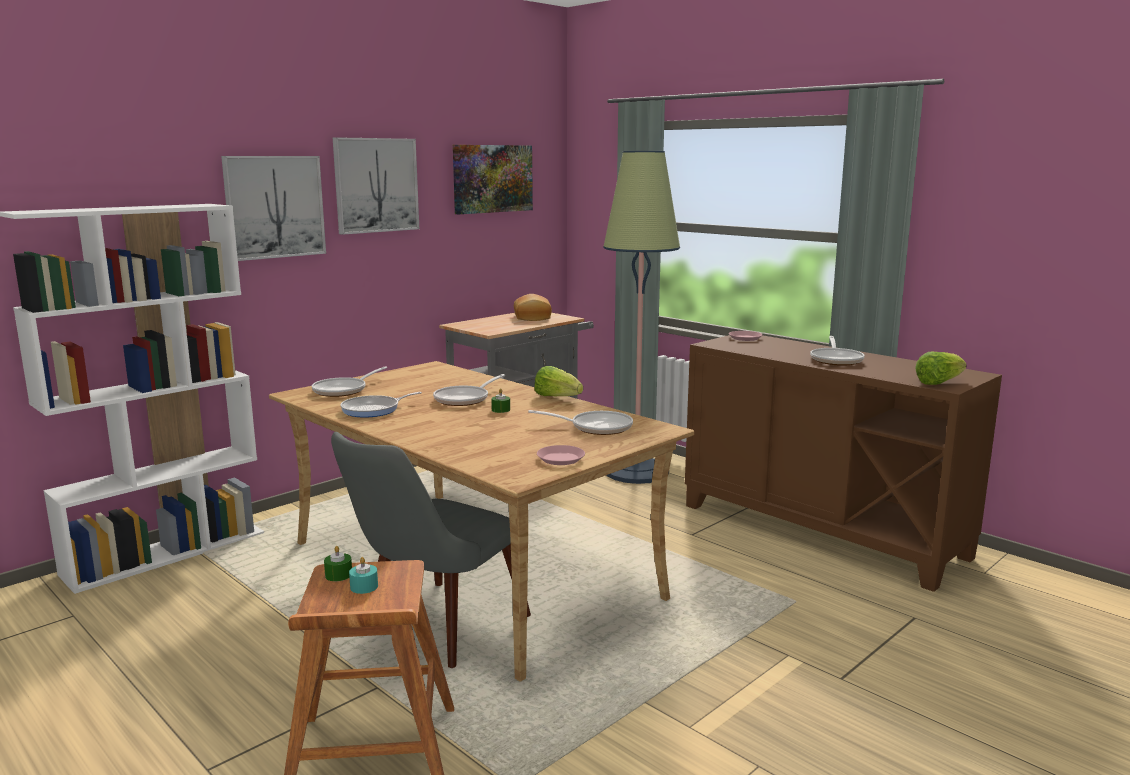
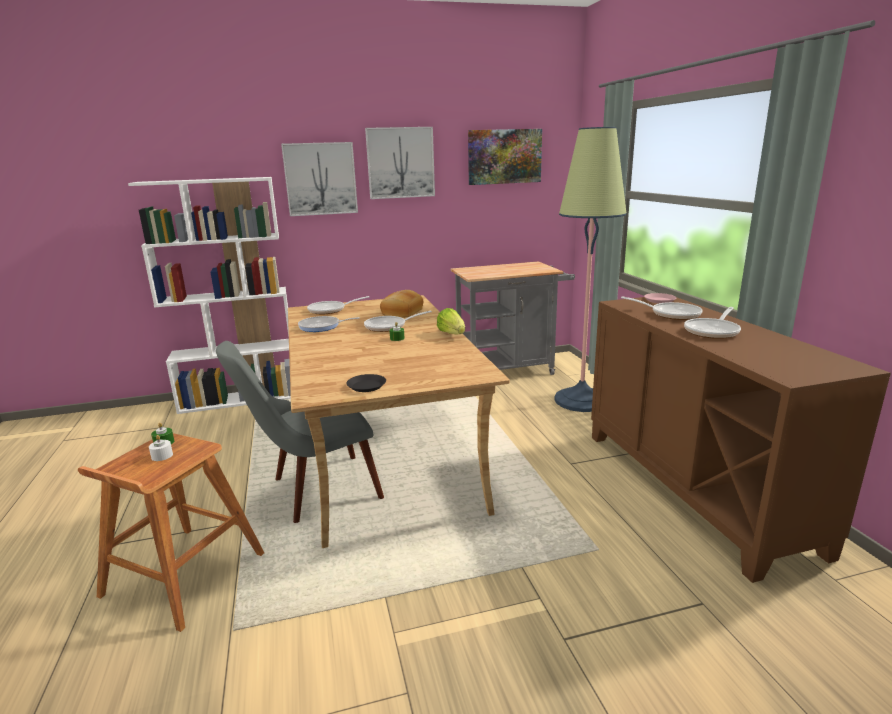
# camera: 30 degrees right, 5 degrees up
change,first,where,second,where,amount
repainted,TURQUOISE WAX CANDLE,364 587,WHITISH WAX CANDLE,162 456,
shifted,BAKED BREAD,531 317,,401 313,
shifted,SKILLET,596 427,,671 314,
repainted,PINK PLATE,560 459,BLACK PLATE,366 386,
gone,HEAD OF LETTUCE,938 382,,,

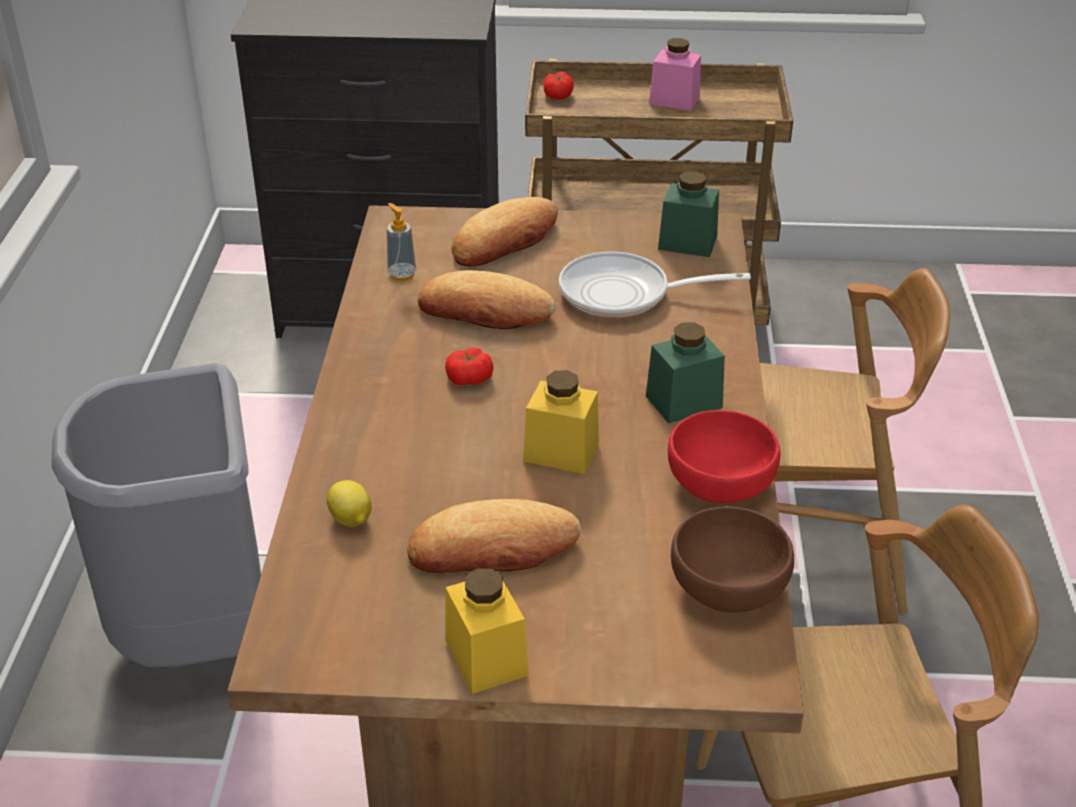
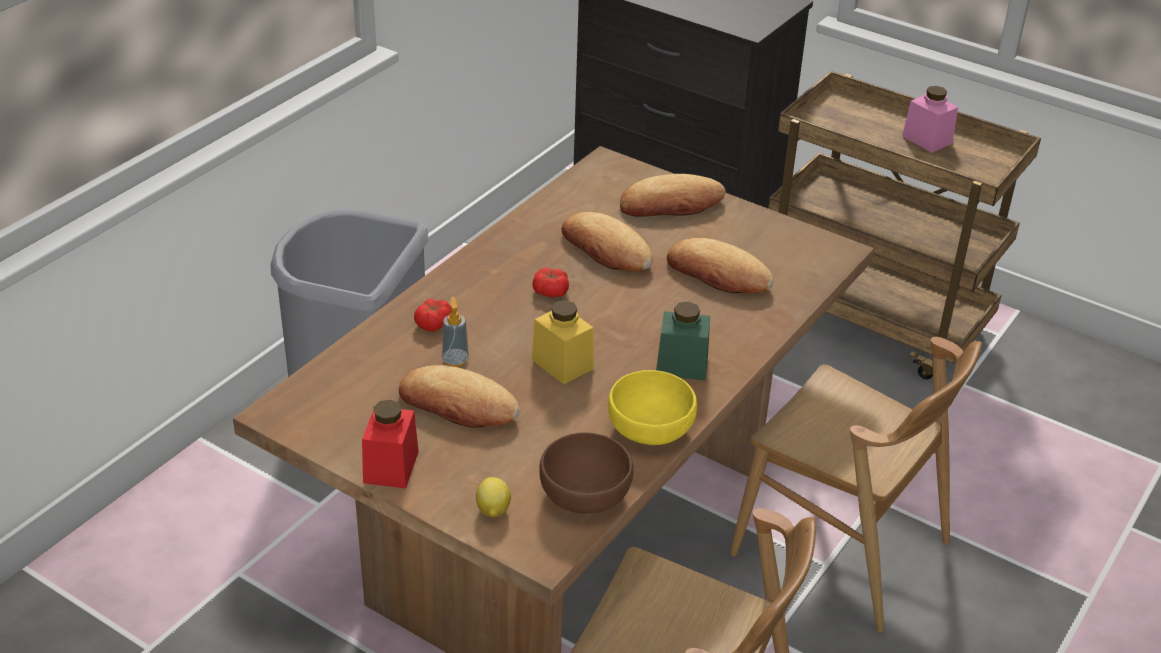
# camera: 30 degrees right, 0 degrees up
change,first,where,second,where,amount
shifted,CITRUS FRUIT,351 520,,492 510,
shifted,SOAP DISPENSER,402 274,,455 360,
repainted,YELLOW-COLOURED STORAGE JAR,486 658,RED-COLOURED STORAGE JAR,391 467,
shifted,WHOLE TOMATO,558 94,,434 323,
swapped,SKILLET,624 294,BAKED BREAD,718 274,
gone,GREEN STORAGE JAR,687 243,,,
repainted,RED-COLOURED BOWL,719 481,YELLOW-COLOURED BOWL,650 427,

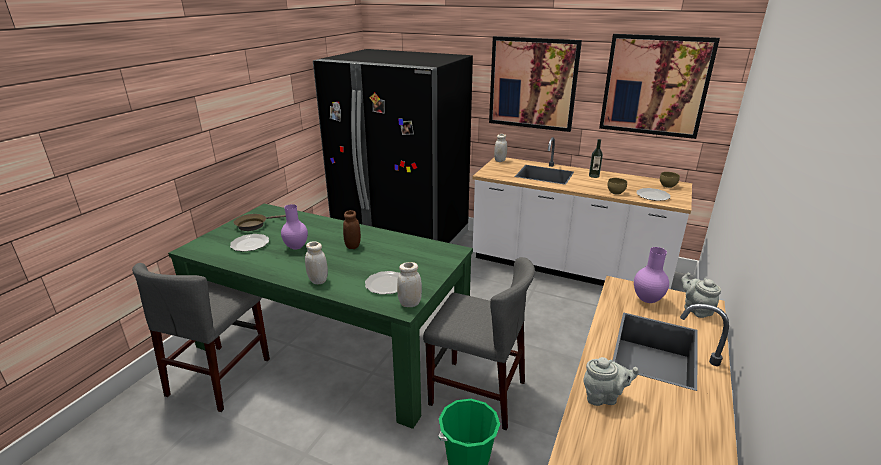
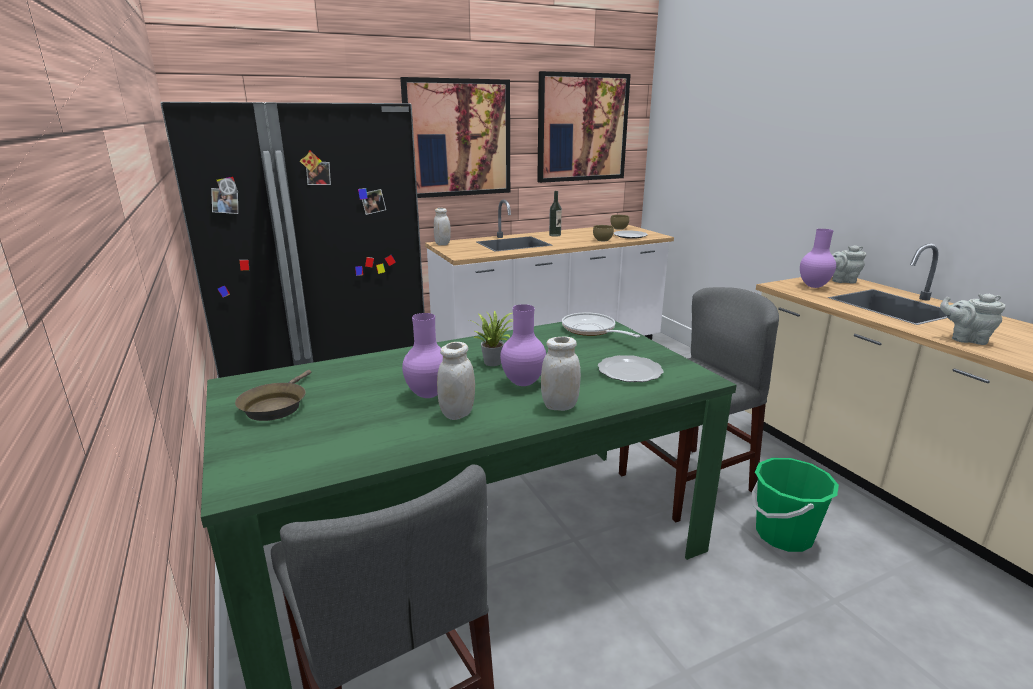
# camera: 50 degrees left, 5 degrees down
change,first,where,second,where,amount
gone,PLATE,250 244,,,
swapped,BROWN STORAGE JAR,353 246,HOUSEPLANT,493 361,
shifted,WHITISH STORAGE JAR,410 303,,457 413,
rotated,GREYISH POT FOR TEA,604 397,,965 339,105 degrees counterclockwise
new,,,PURPLISH FLOWER VASE,522 384,
new,,,SKILLET,591 330,

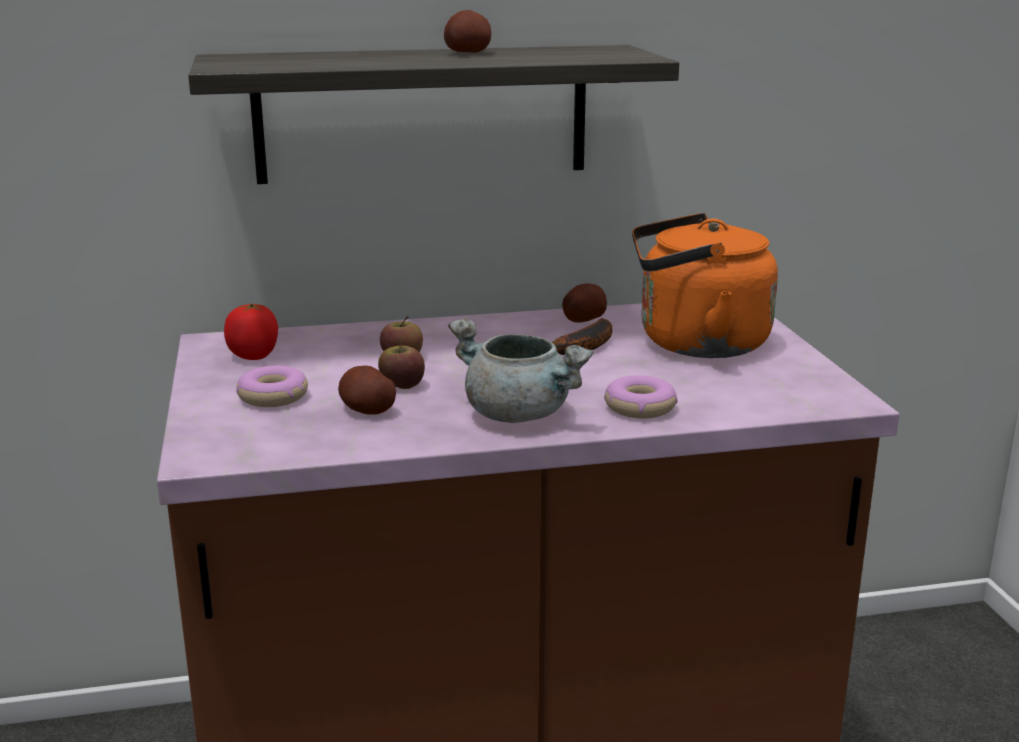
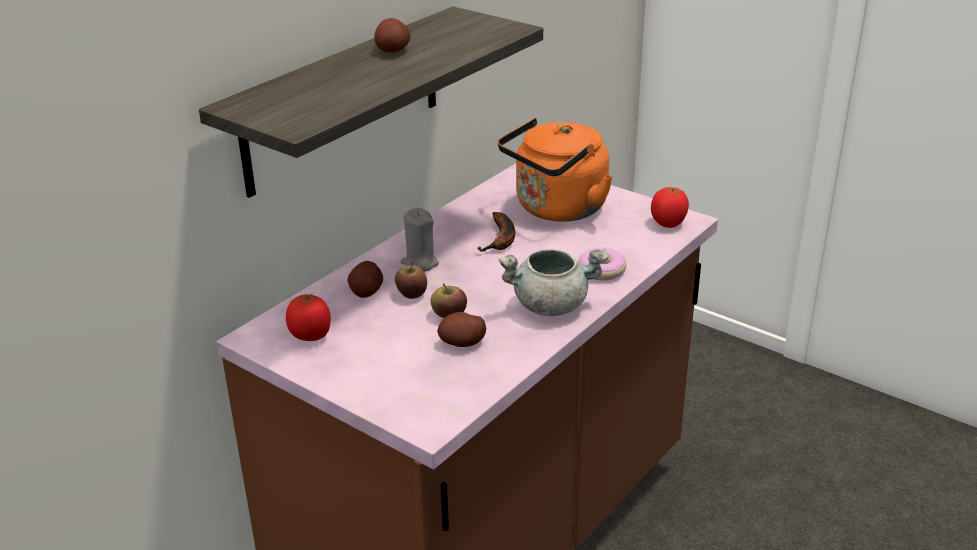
# camera: 40 degrees left, 10 degrees up
change,first,where,second,where,amount
gone,RING DOUGHNUT,273 397,,,
shifted,SPUD,583 319,,366 291,
new,,,GREYISH WAX CANDLE,419 263,
new,,,WHOLE TOMATO,668 223,

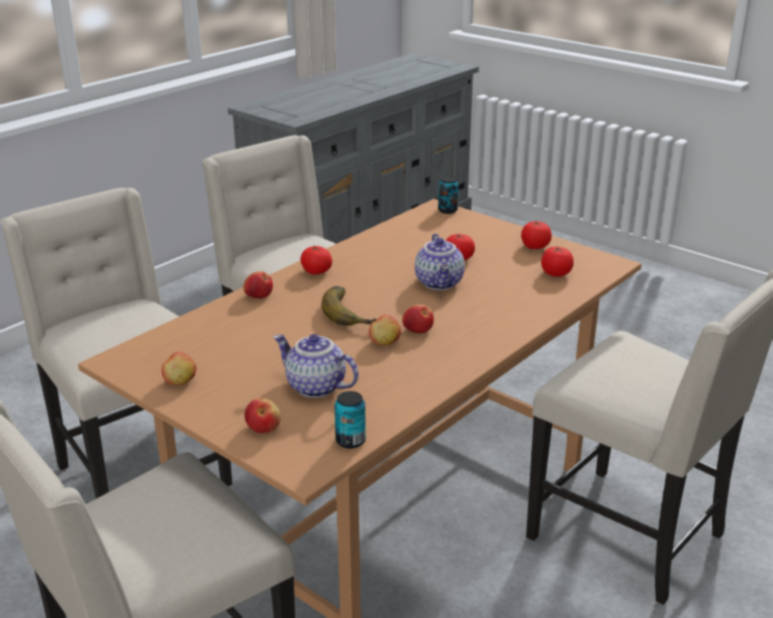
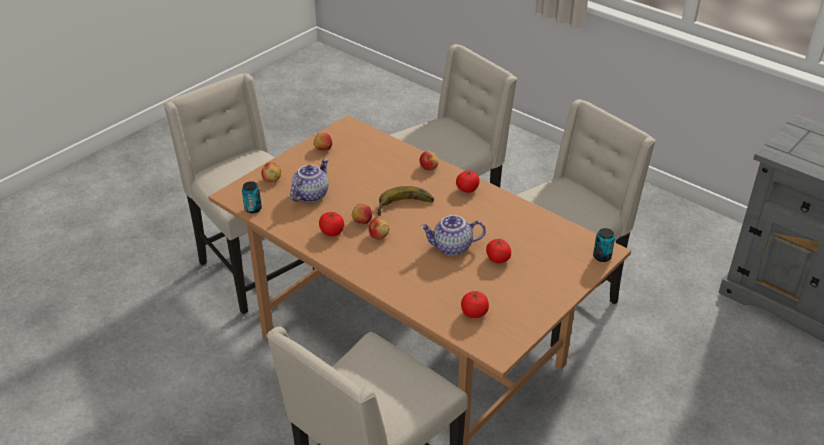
# camera: 90 degrees right, 10 degrees up
change,first,where,second,where,amount
shifted,WHOLE TOMATO,535 247,,332 232,

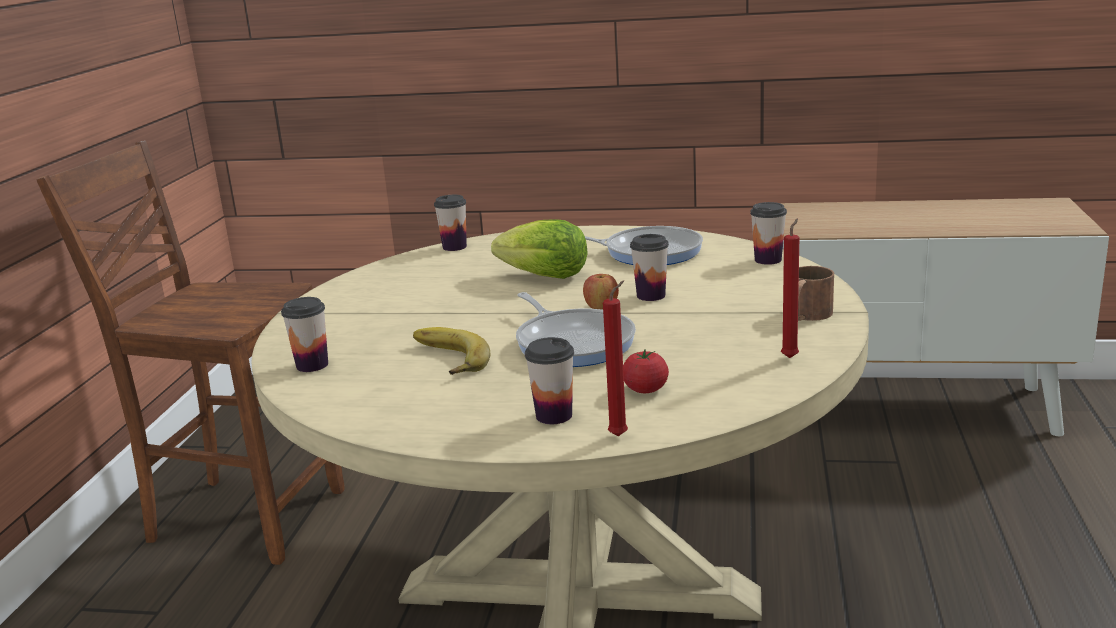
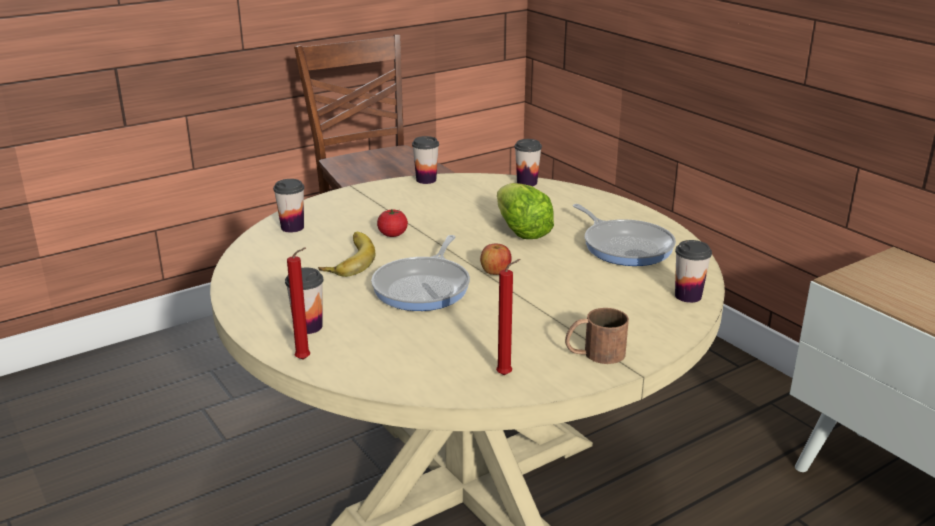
# camera: 45 degrees right, 5 degrees up
change,first,where,second,where,amount
shifted,WHOLE TOMATO,645 389,,392 234,
shifted,CUP,651 296,,426 180,

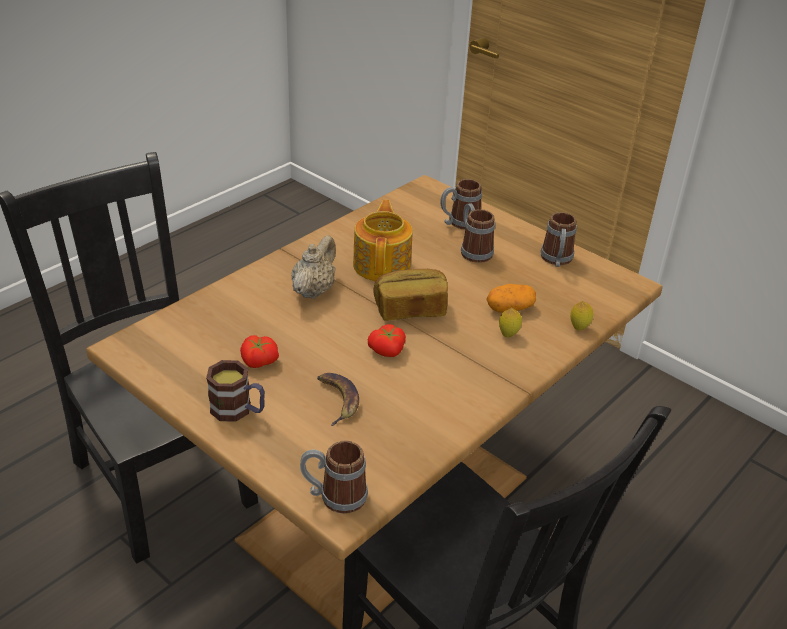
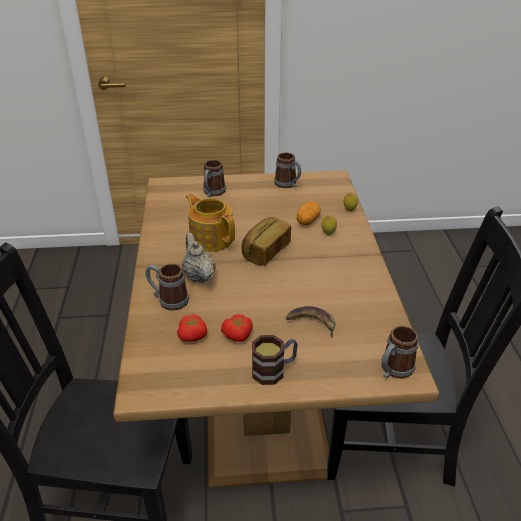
# camera: 45 degrees left, 0 degrees up
change,first,where,second,where,amount
shifted,WHOLE TOMATO,387 351,,193 336,
shifted,COFFEE MUG,473 250,,168 300,

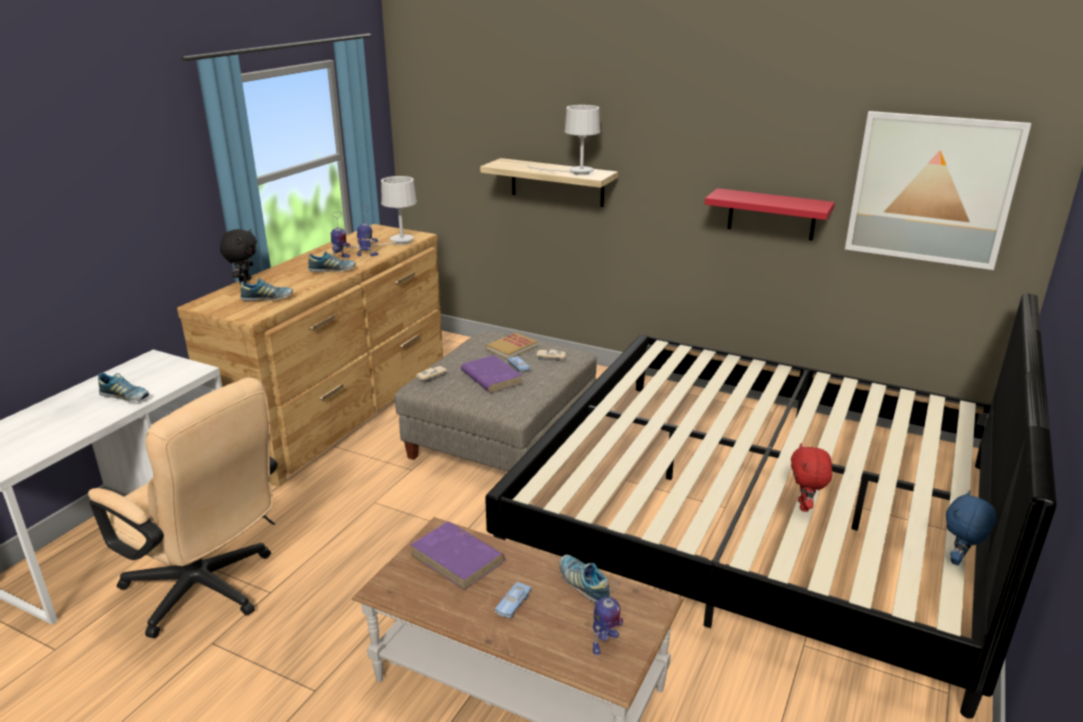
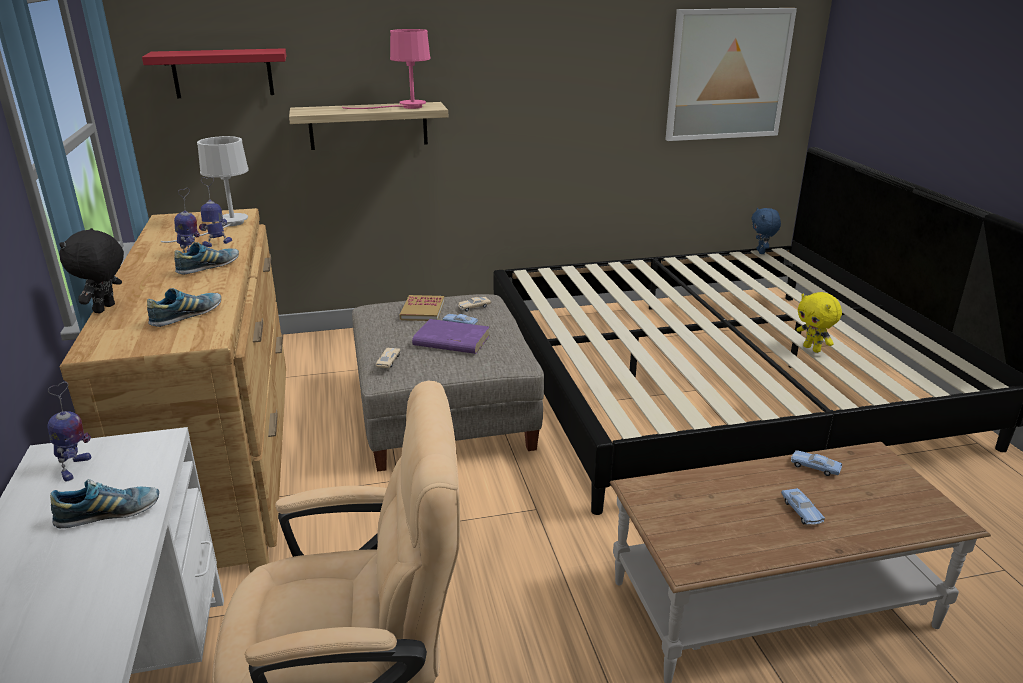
# camera: 40 degrees left, 0 degrees up
change,first,where,second,where,amount
rotated,BLACK CUDDLY TOY,244 281,,105 309,135 degrees counterclockwise
gone,PURPLISH VOLUME,458 558,,,
repainted,WHITISH TABLETOP LAMP,574 173,PINK TABLETOP LAMP,405 107,
swapped,ITEM OF FOOTWEAR,583 584,BLUE TOY CAR,814 467,
shifted,MODEL ROBOT,604 643,,75 468,
shifted,RED-COLOURED BRACKET SHELF,771 214,,222 73,
repainted,RED-COLOURED CUDDLY TOY,805 506,YELLOW-COLOURED CUDDLY TOY,812 349,
shifted,BLUE CUDDLY TOY,959 560,,761 252,

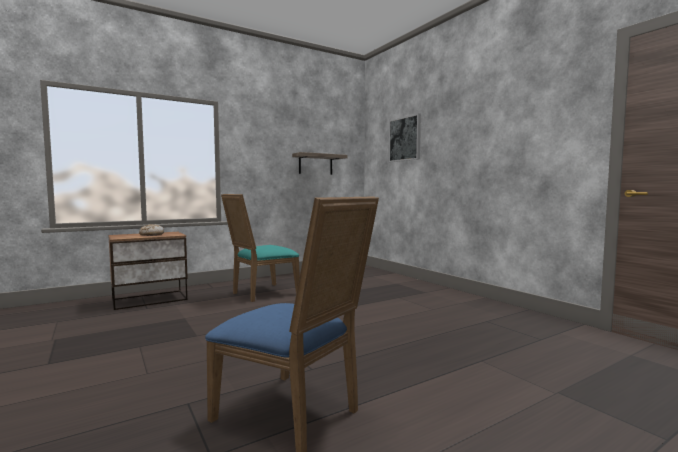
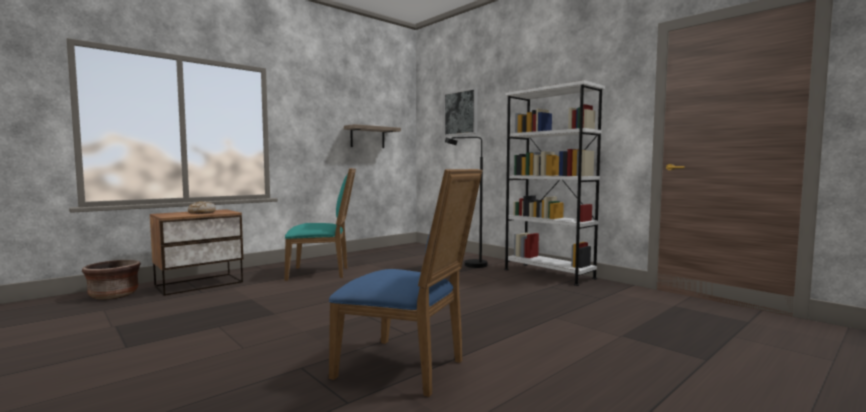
# camera: 10 degrees left, 0 degrees up
change,first,where,second,where,amount
rotated,TURQUOISE UPRIGHT CHAIR,262 293,,322 273,135 degrees counterclockwise
new,,,BROWN PLANT POT,113 295,
new,,,BLACK STANDARD LAMP,469 265,
new,,,WHITISH BOOKSHELF,548 274,

